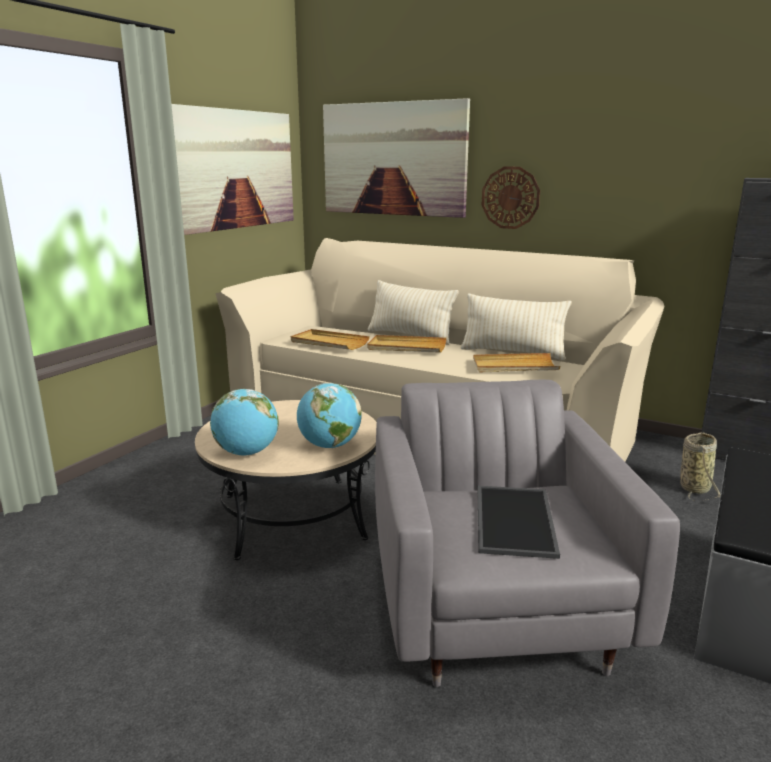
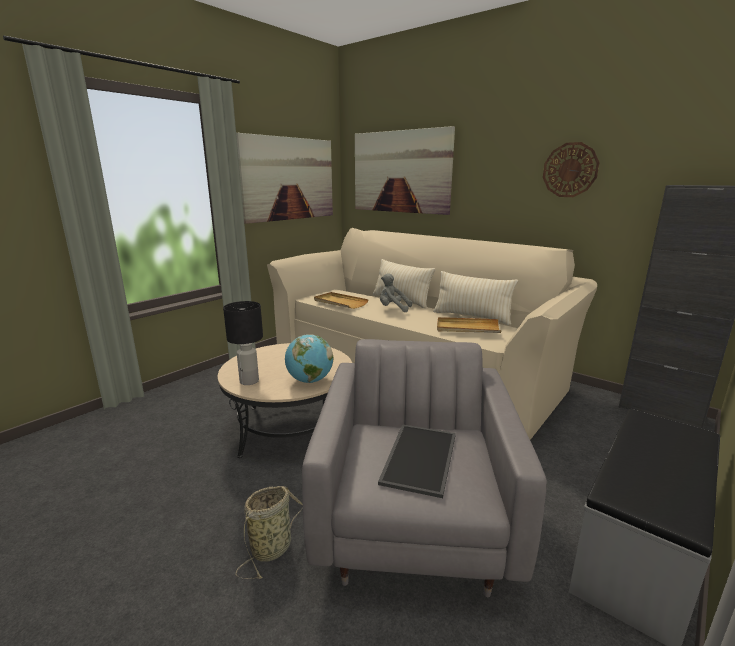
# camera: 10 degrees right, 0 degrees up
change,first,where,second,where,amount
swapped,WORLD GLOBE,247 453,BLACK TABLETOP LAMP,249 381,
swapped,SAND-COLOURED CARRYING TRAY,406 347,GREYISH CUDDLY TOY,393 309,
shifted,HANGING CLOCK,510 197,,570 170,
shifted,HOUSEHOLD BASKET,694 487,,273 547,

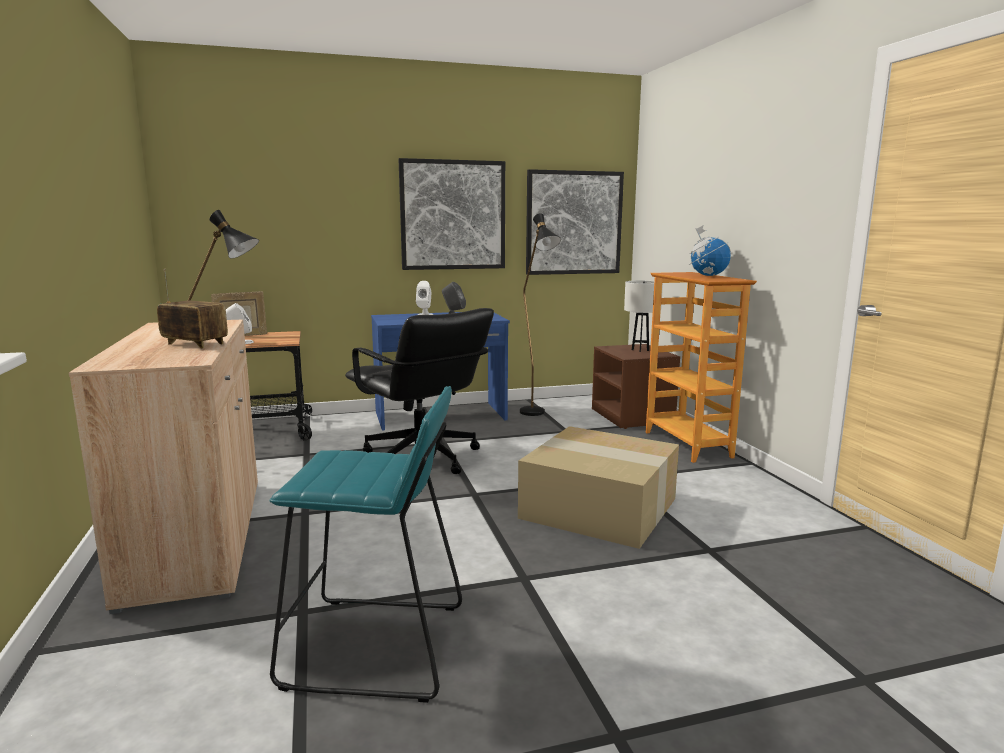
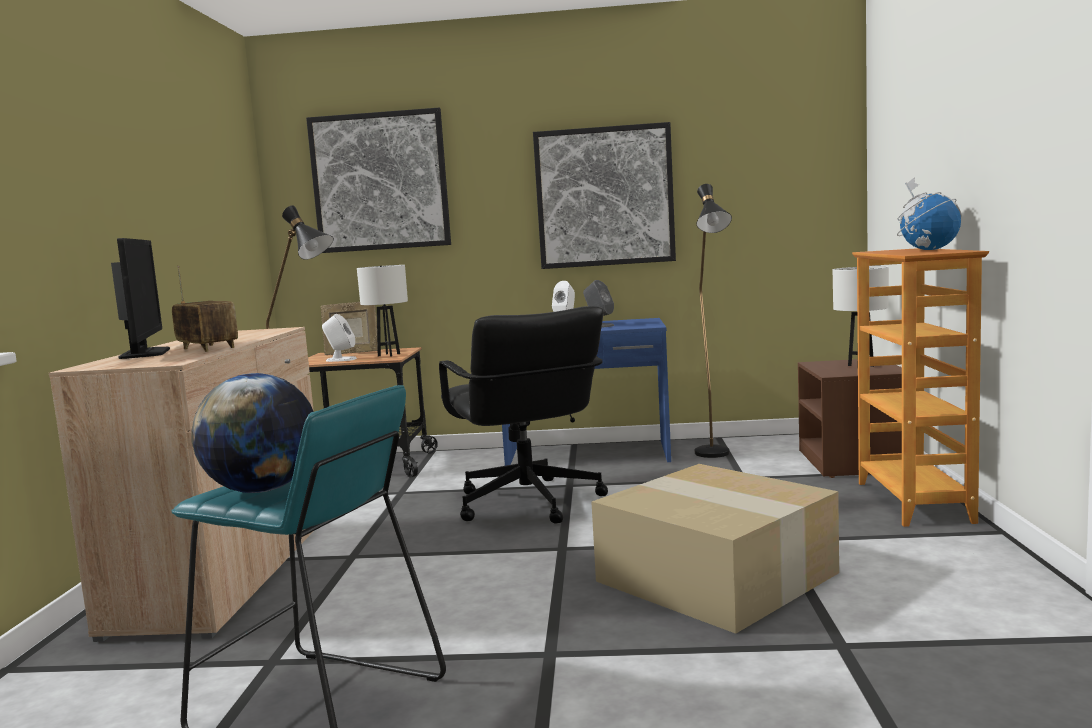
# camera: 20 degrees right, 5 degrees down
change,first,where,second,where,amount
shifted,PICTURE,573 223,,380 182,
new,,,COMPUTER SCREEN,145 353,
new,,,WORLD GLOBE,263 490,
new,,,WHITISH TABLETOP LAMP,389 355,

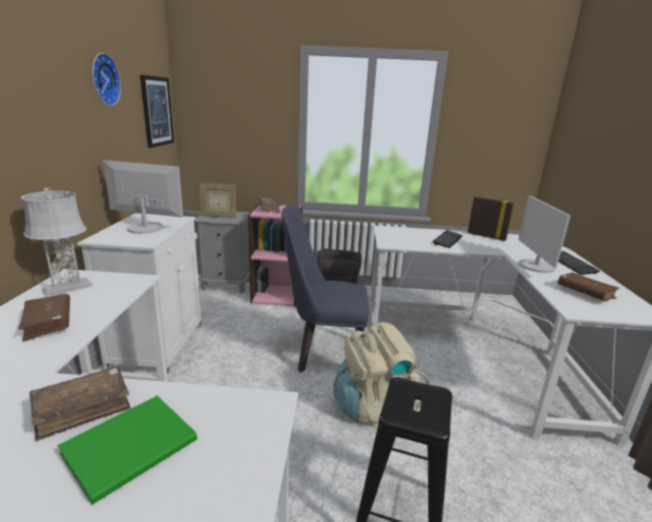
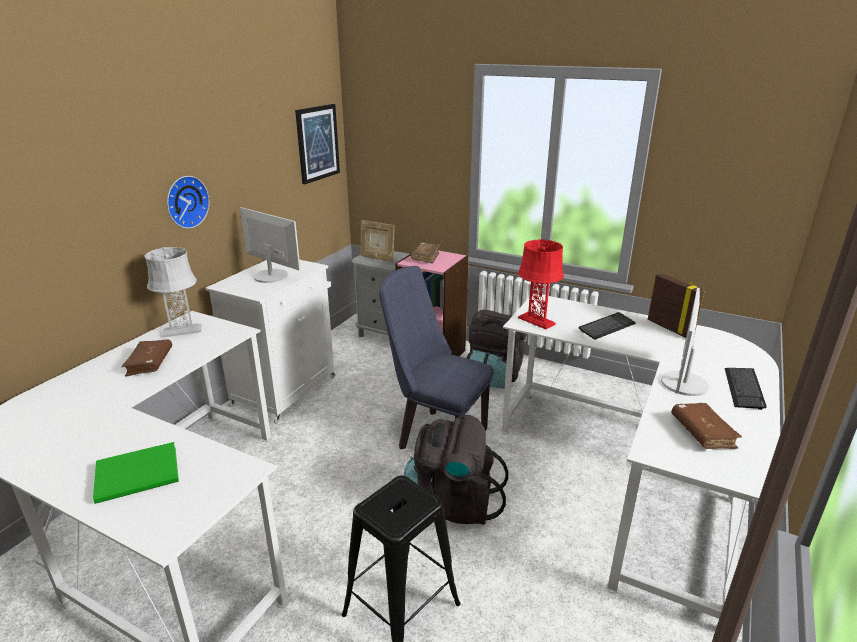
# camera: 25 degrees right, 5 degrees up
change,first,where,second,where,amount
gone,BROWN VOLUME,82 408,,,
shifted,HANGING CLOCK,103 79,,185 201,
repainted,SAND-COLOURED RUCKSACK,375 406,BLACK RUCKSACK,452 504,
new,,,RED-COLOURED TABLETOP LAMP,536 321,

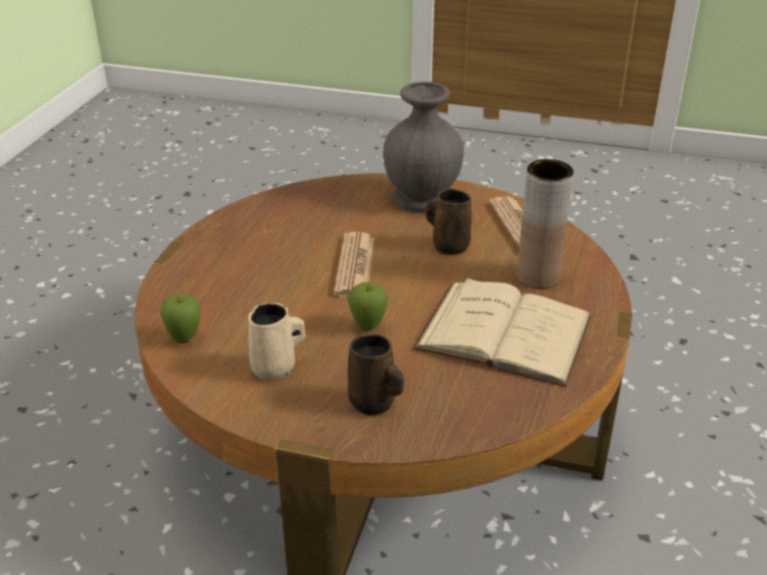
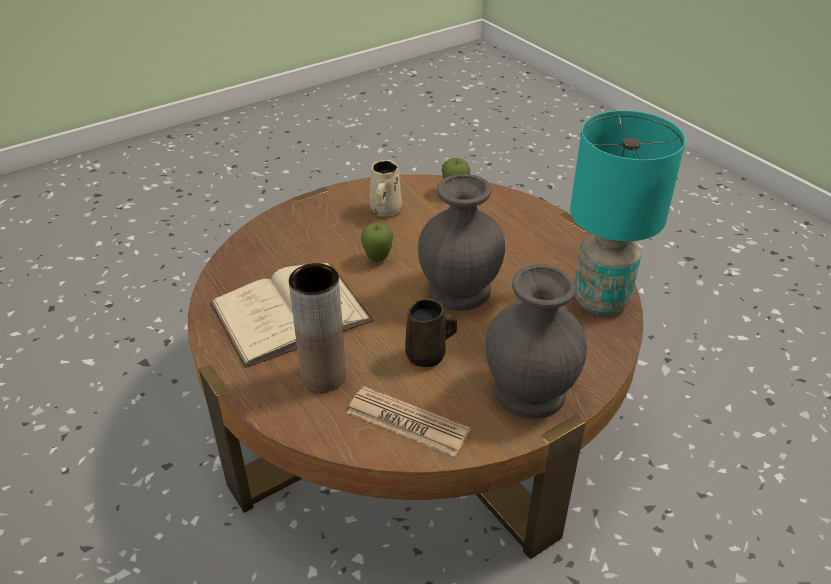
# camera: 130 degrees right, 5 degrees up
change,first,where,second,where,amount
swapped,PRINTED PAPER,355 266,GREYISH FLOWER VASE,457 291,
gone,BROWN COFFEE MUG,374 403,,,
new,,,TURQUOISE TABLETOP LAMP,601 300,

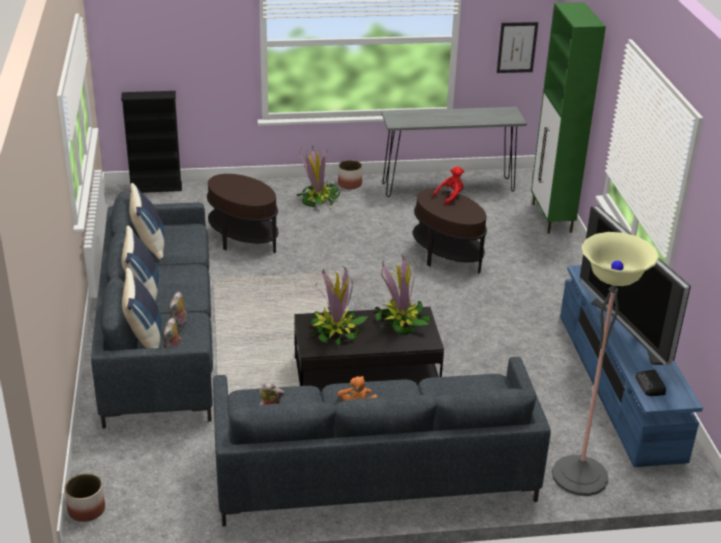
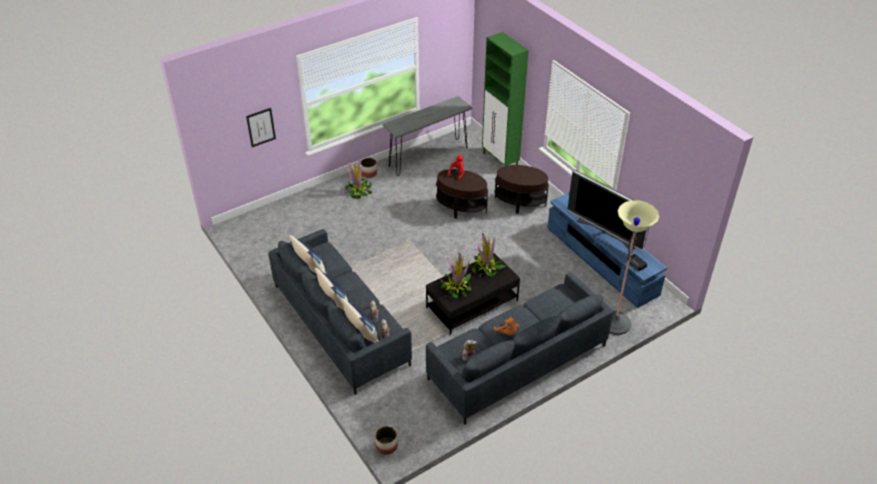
# camera: 25 degrees left, 10 degrees up
change,first,where,second,where,amount
gone,BLACK BOOKSHELF,156 188,,,
shifted,BROWN SIDE TABLE,243 239,,520 203,
shifted,PICTURE,517 47,,261 127,

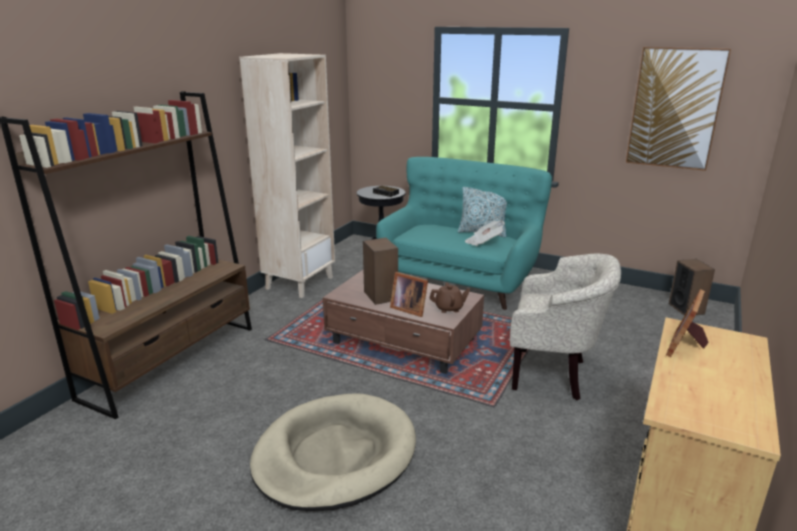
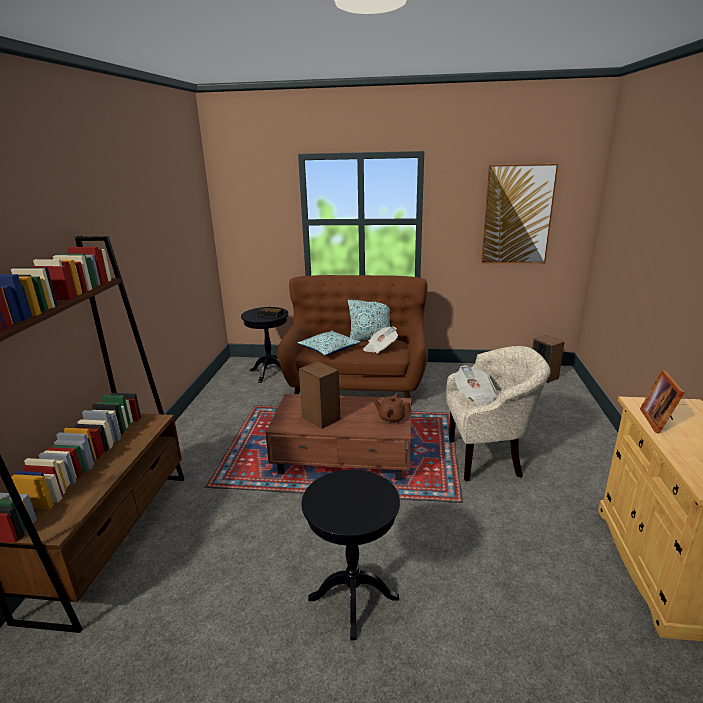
# camera: 20 degrees left, 0 degrees up
change,first,where,second,where,amount
gone,SAND-COLOURED BOOKSHELF,299 283,,,
swapped,SAND-COLOURED DOG CUSHION,335 455,BLACK SIDE TABLE,353 598,
repainted,TURQUOISE COUCH,460 280,BROWN COUCH,356 385,
gone,PHOTO FRAME,408 308,,,
rotated,BROWN POT FOR TEA,449 308,,391 418,135 degrees counterclockwise
new,,,THROW PILLOW,329 349,
new,,,PRINTED PAPER,475 396,

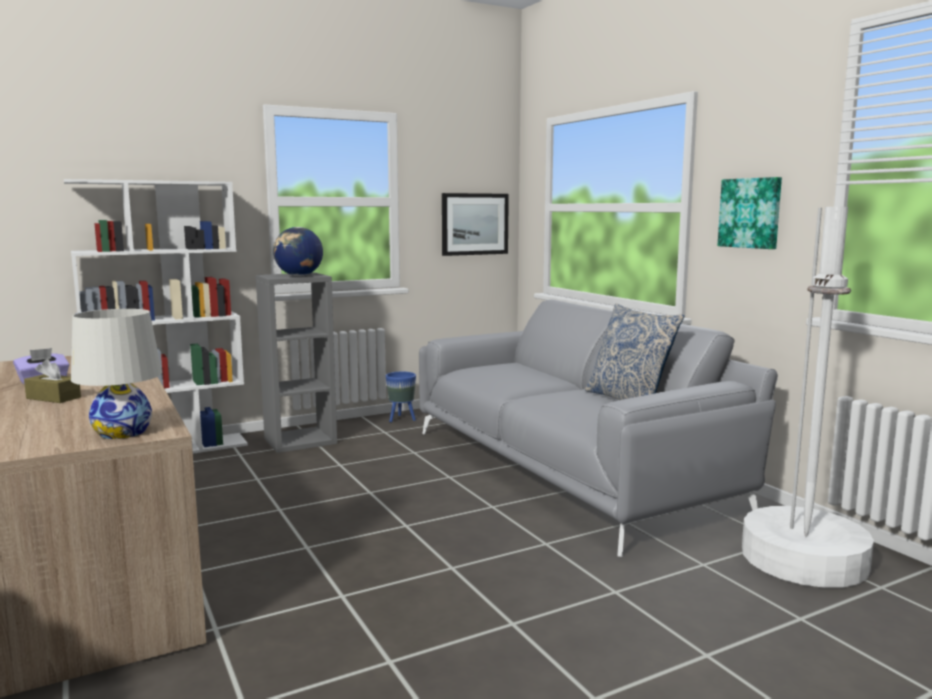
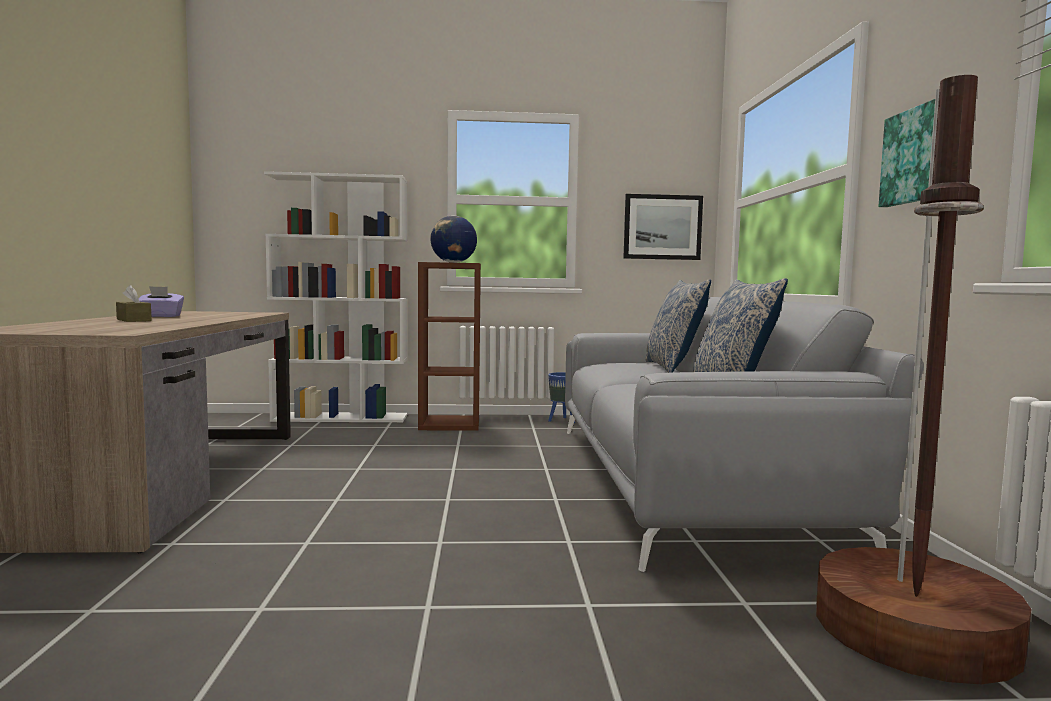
# camera: 25 degrees right, 5 degrees down
change,first,where,second,where,amount
gone,WHITISH TABLETOP LAMP,123 432,,,
repainted,GREYISH BOOKSHELF,301 441,BROWN BOOKSHELF,450 424,
repainted,WHITISH STANDARD LAMP,804 559,BROWN STANDARD LAMP,914 632,
new,,,THROW PILLOW,673 368,

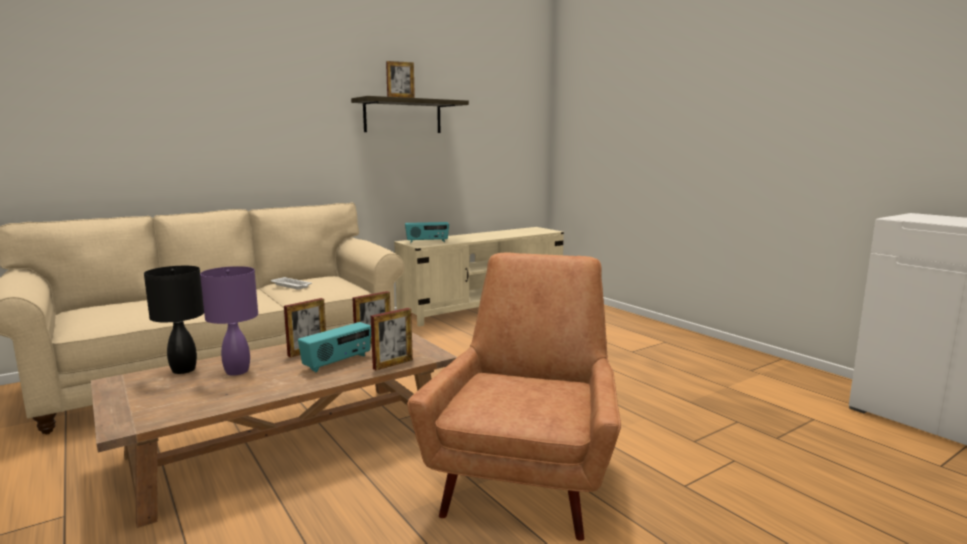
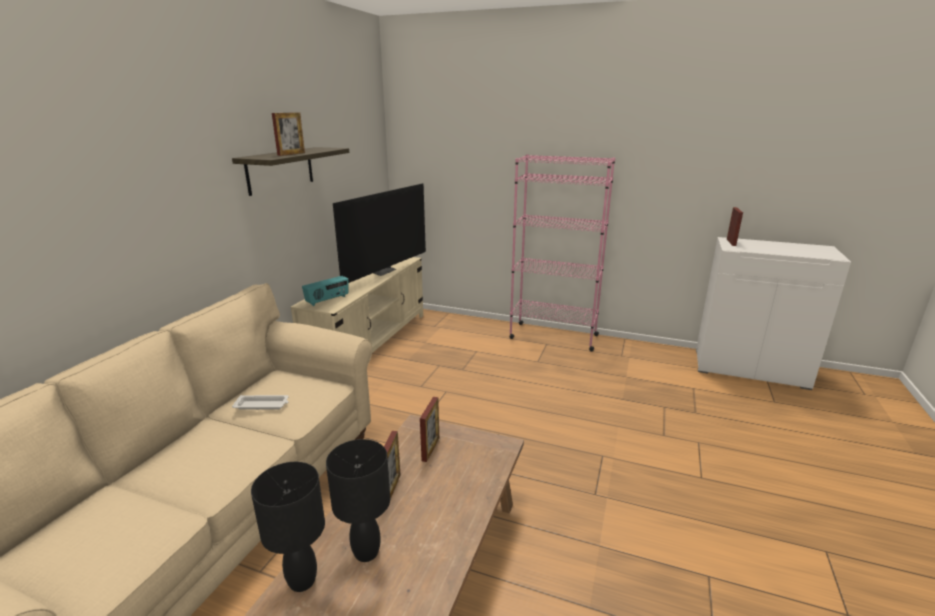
# camera: 35 degrees left, 10 degrees up
change,first,where,second,where,amount
repainted,PURPLISH TABLETOP LAMP,237 371,BLACK TABLETOP LAMP,365 552,
gone,RADIO RECEIVER,338 362,,,
shifted,PHOTO FRAME,393 364,,731 242,
gone,BROWN LOUNGE CHAIR,526 476,,,
new,,,TV,382 271,
new,,,PINK BOOKSHELF,553 336,

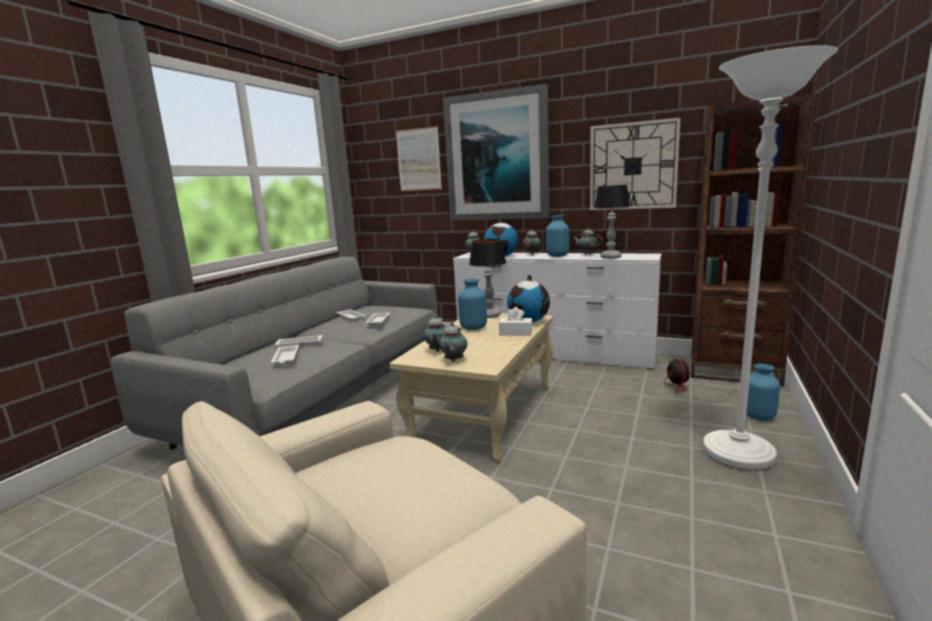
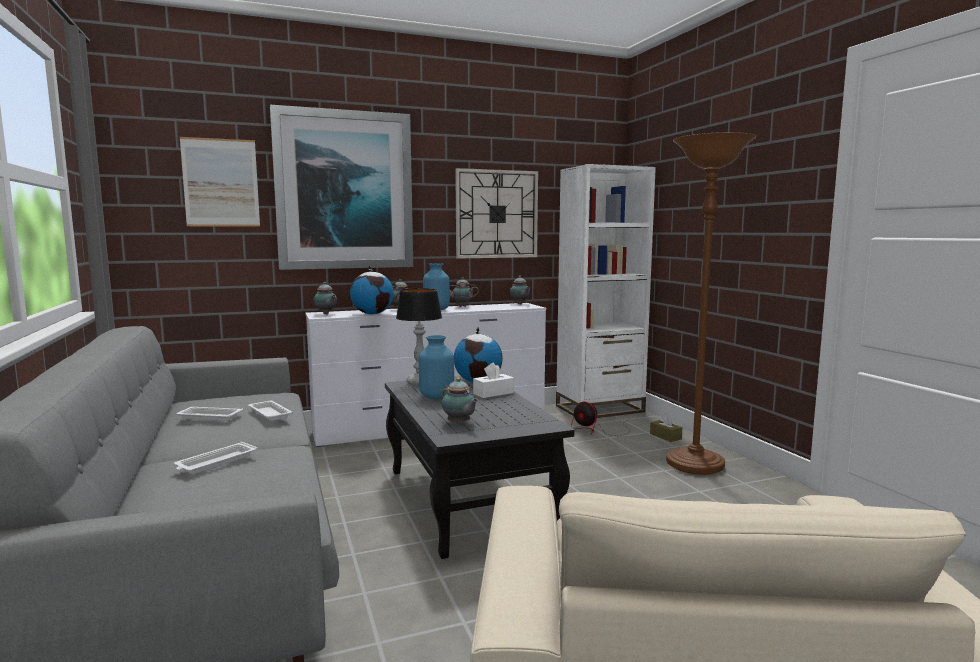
# camera: 45 degrees left, 5 degrees down
change,first,where,second,where,amount
gone,WHITISH CARRYING TRAY,286 358,,,
repainted,SAND-COLOURED COFFEE TABLE,485 413,BLACK COFFEE TABLE,466 499,
shifted,POT FOR TEA,453 360,,520 304,
gone,TABLETOP LAMP,611 257,,,
repainted,BROWN BOOKSHELF,733 372,WHITISH BOOKSHELF,600 409,
repainted,WHITISH STANDARD LAMP,738 453,BROWN STANDARD LAMP,694 464,
swapped,BLUE FLOWER VASE,759 416,BROWN TISSUE HOLDER,665 436,

